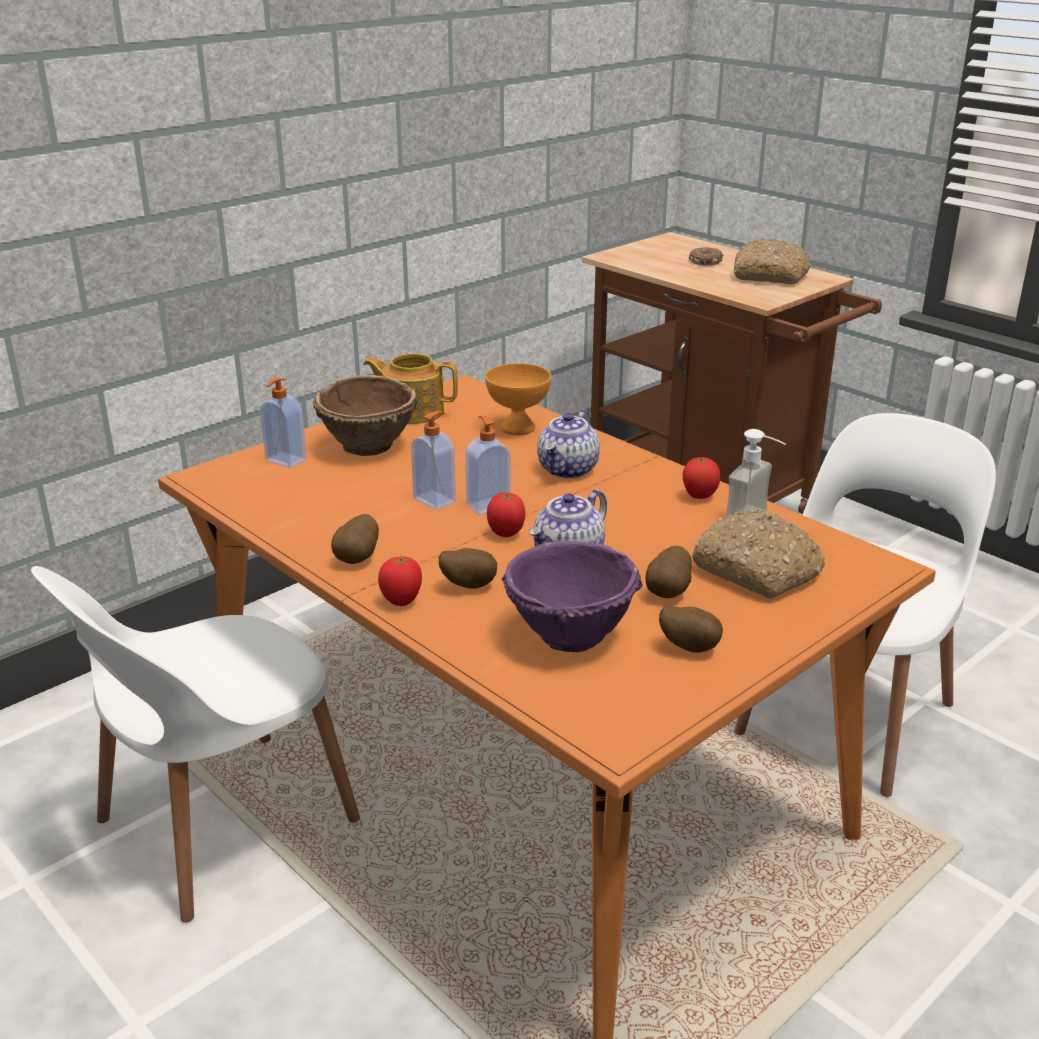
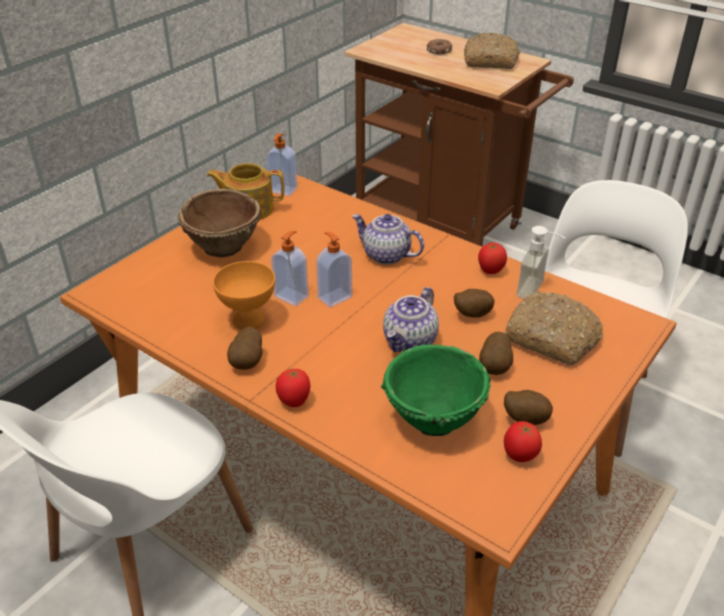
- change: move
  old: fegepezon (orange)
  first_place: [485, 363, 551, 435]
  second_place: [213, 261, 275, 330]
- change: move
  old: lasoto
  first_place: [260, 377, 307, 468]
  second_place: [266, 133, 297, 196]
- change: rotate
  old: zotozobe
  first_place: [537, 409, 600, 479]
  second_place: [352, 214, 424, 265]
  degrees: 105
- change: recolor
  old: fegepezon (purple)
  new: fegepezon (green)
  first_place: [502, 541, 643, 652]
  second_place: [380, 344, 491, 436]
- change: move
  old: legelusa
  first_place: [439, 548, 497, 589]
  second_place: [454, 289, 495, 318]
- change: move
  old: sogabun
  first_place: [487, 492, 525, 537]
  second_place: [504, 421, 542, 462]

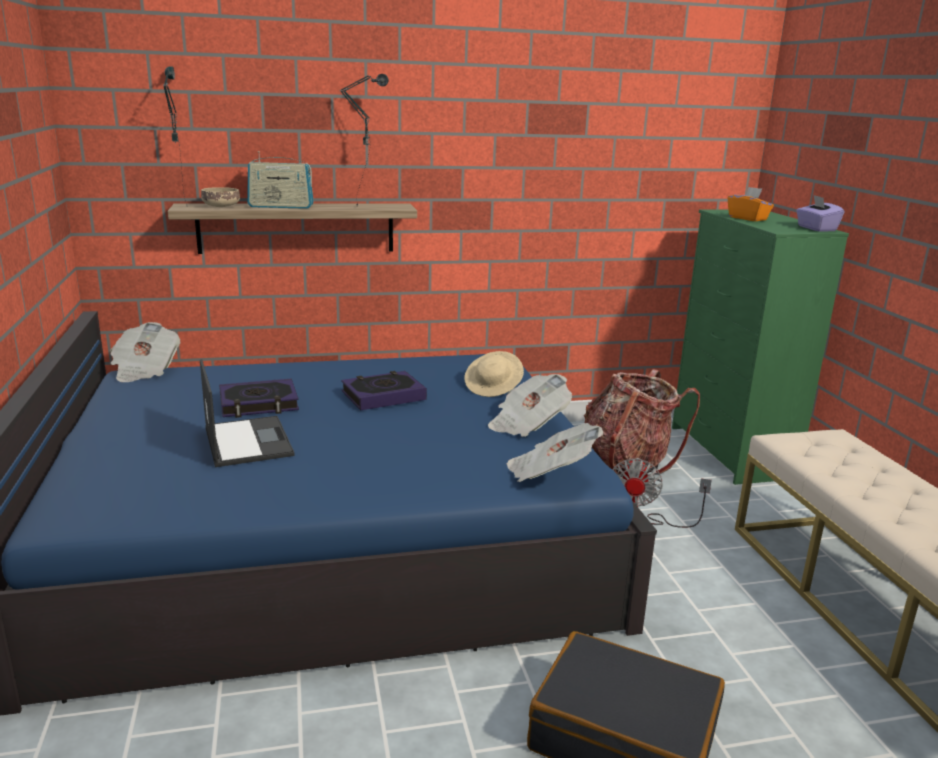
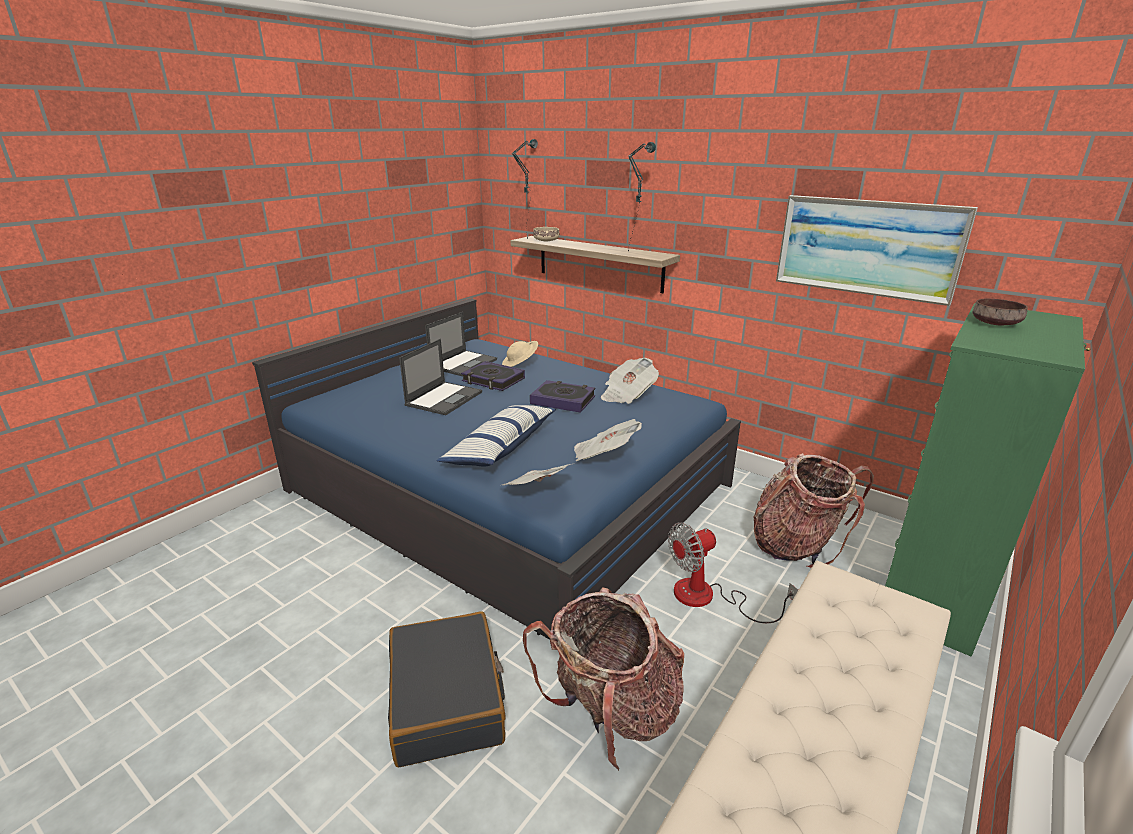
- change: insert
  new: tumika
  second_place: [425, 312, 497, 377]
- change: insert
  new: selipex
  second_place: [437, 405, 556, 467]
- change: move
  old: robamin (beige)
  first_place: [464, 351, 524, 397]
  second_place: [502, 341, 538, 367]
- change: insert
  new: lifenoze
  second_place: [523, 587, 684, 771]
- change: move
  old: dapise
  first_place: [110, 322, 180, 382]
  second_place: [601, 358, 659, 404]
- change: insert
  new: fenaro
  second_place: [776, 195, 978, 306]
- change: replace
  old: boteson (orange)
  new: fegepezon (brown)
  first_place: [728, 187, 774, 221]
  second_place: [973, 299, 1028, 325]
- change: delete
  old: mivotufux
  first_place: [247, 151, 314, 209]
- change: delete
  old: boteson (purple)
  first_place: [796, 195, 844, 231]

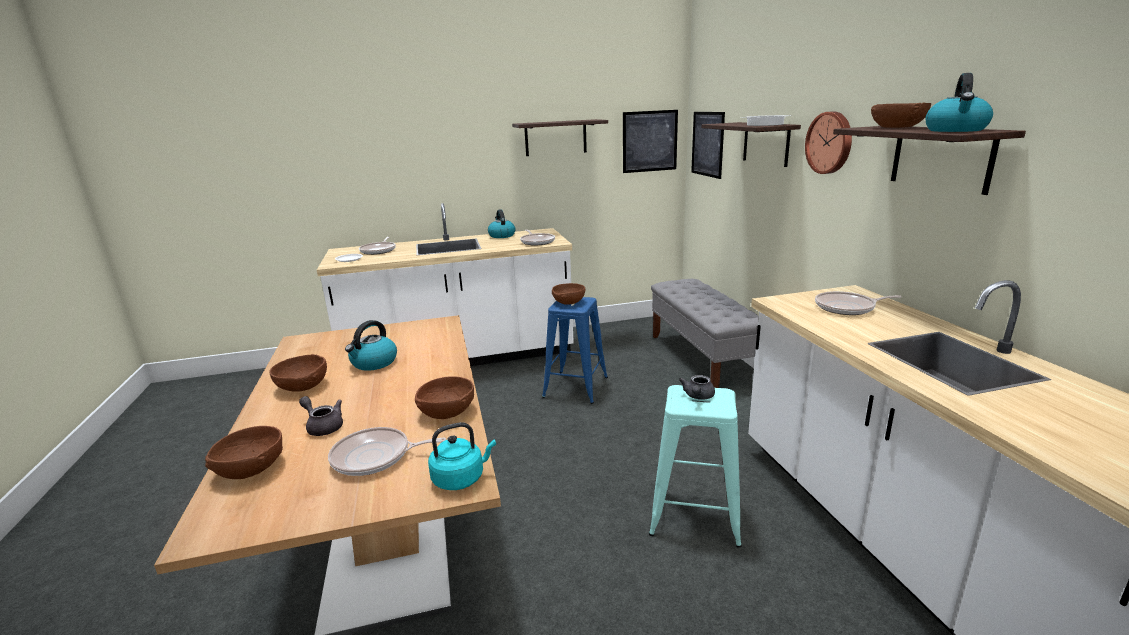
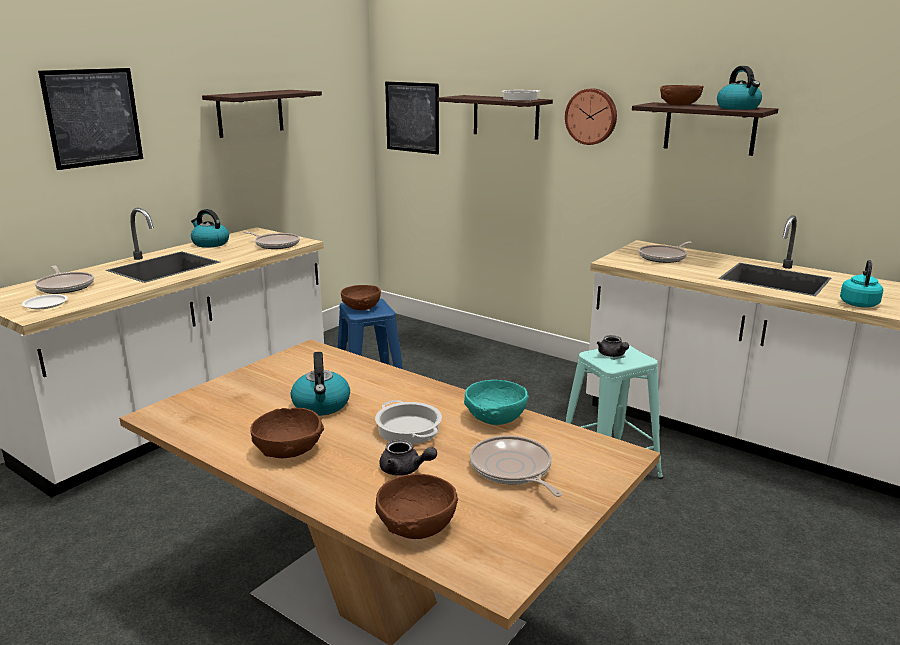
- change: move
  old: fenaro
  first_place: [623, 110, 678, 173]
  second_place: [38, 68, 143, 170]
- change: insert
  new: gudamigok
  second_place: [375, 400, 442, 444]
- change: rotate
  old: zotozobe (grey)
  first_place: [299, 396, 343, 436]
  second_place: [379, 440, 437, 476]
  degrees: -150
- change: recolor
  old: fegepezon (brown)
  new: fegepezon (turquoise)
  first_place: [415, 376, 474, 419]
  second_place: [464, 380, 528, 425]
- change: rotate
  old: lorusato
  first_place: [328, 427, 446, 476]
  second_place: [470, 436, 562, 497]
  degrees: 105
- change: move
  old: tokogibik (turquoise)
  first_place: [428, 422, 496, 490]
  second_place: [840, 260, 883, 307]
- change: delete
  old: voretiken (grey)
  first_place: [651, 279, 759, 388]

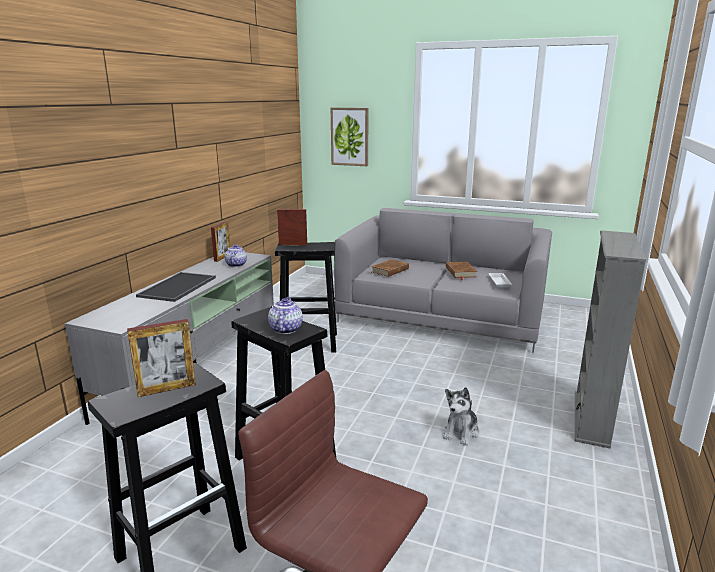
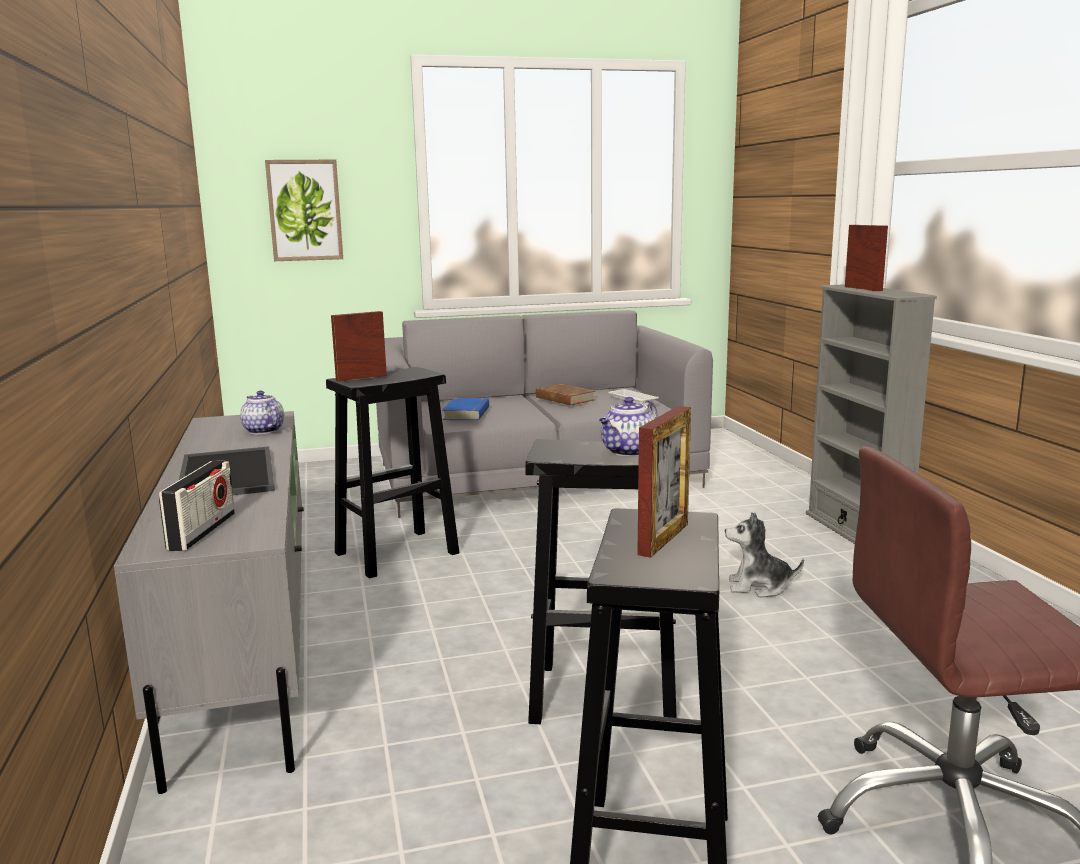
- change: insert
  new: mivotufux
  second_place: [159, 461, 235, 551]
- change: recolor
  old: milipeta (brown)
  new: milipeta (blue)
  first_place: [371, 259, 409, 277]
  second_place: [443, 398, 489, 420]
- change: rotate
  old: zotozobe
  first_place: [268, 297, 303, 334]
  second_place: [599, 397, 657, 457]
  degrees: -105
- change: rotate
  old: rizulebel
  first_place: [443, 387, 479, 446]
  second_place: [725, 512, 804, 597]
  degrees: 105
- change: move
  old: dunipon
  first_place: [211, 222, 230, 262]
  second_place: [845, 225, 888, 291]

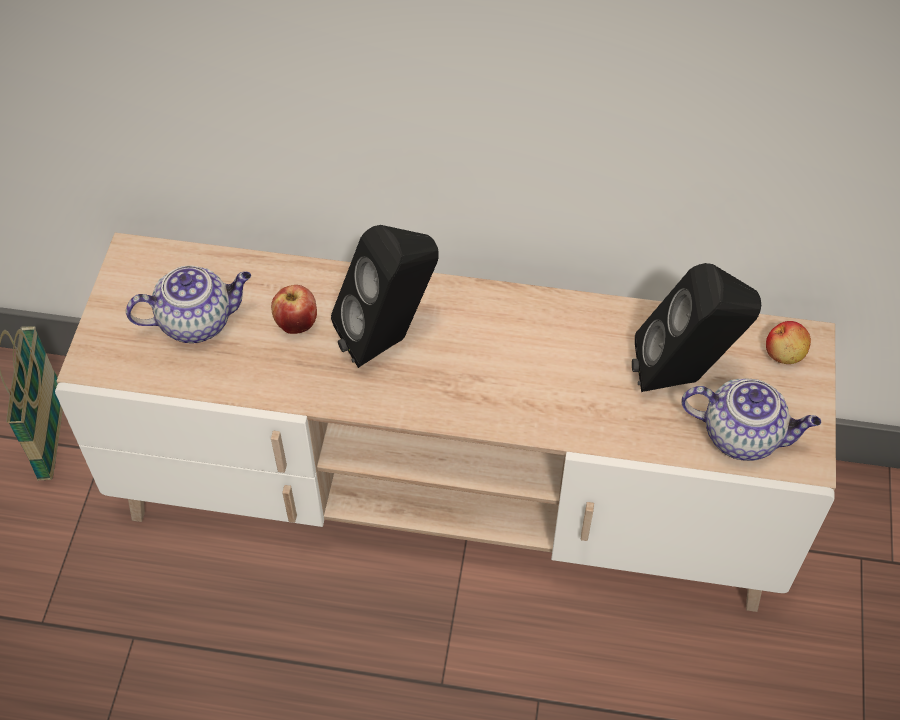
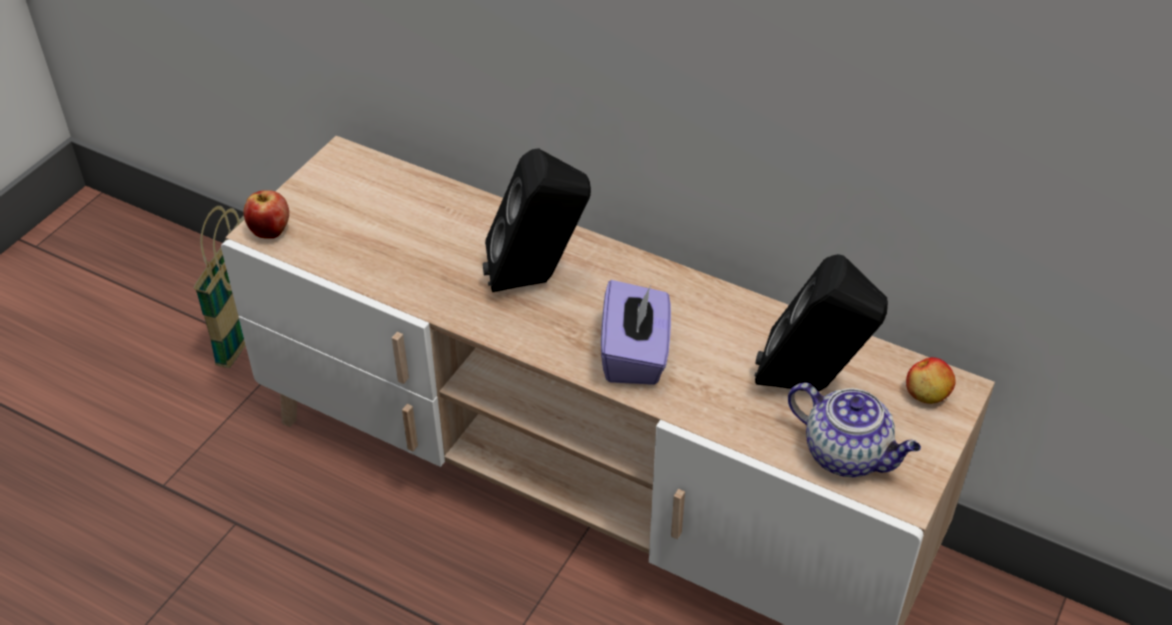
- change: move
  old: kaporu
  first_place: [271, 285, 317, 334]
  second_place: [243, 190, 289, 239]
- change: insert
  new: boteson (purple)
  second_place: [601, 280, 671, 385]
- change: delete
  old: zotozobe
  first_place: [126, 265, 251, 343]

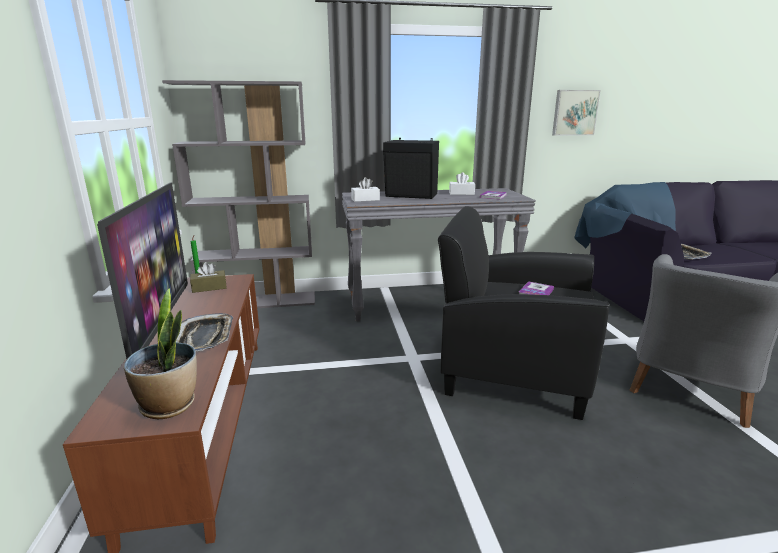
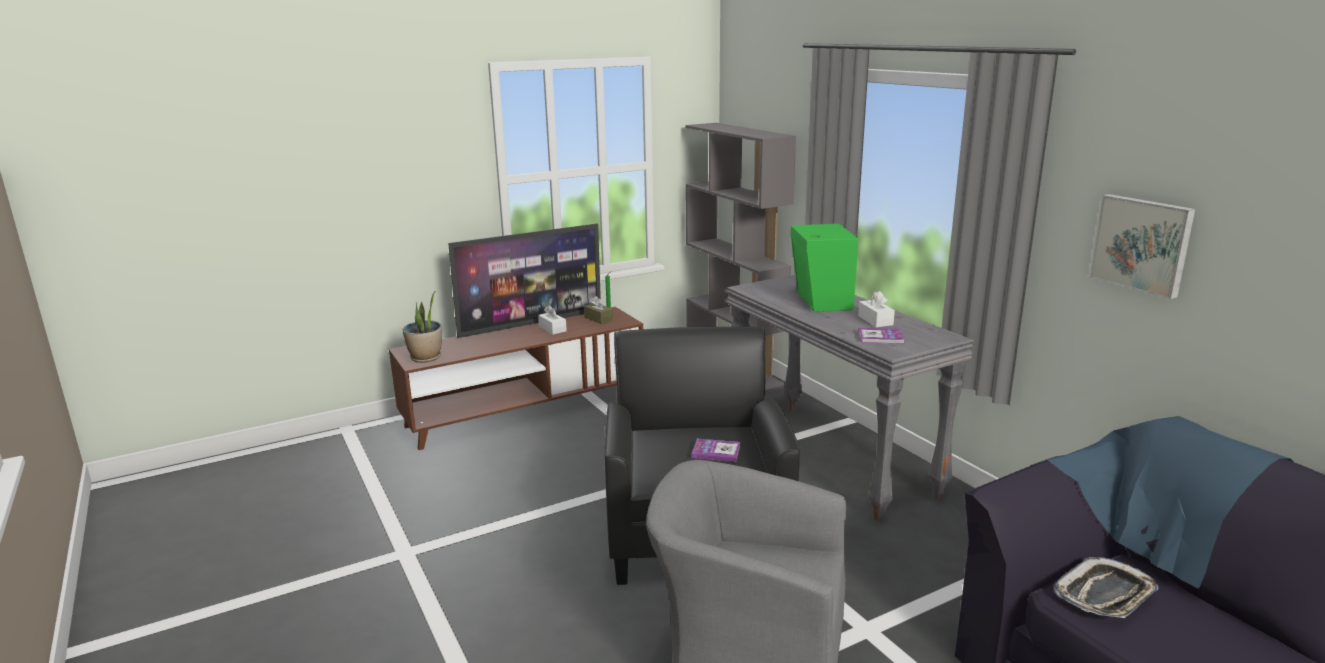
- change: move
  old: boteson (white)
  first_place: [351, 177, 380, 202]
  second_place: [538, 305, 567, 335]
- change: recolor
  old: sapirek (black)
  new: sapirek (green)
  first_place: [383, 138, 439, 199]
  second_place: [790, 223, 858, 312]
- change: delete
  old: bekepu
  first_place: [176, 313, 233, 352]

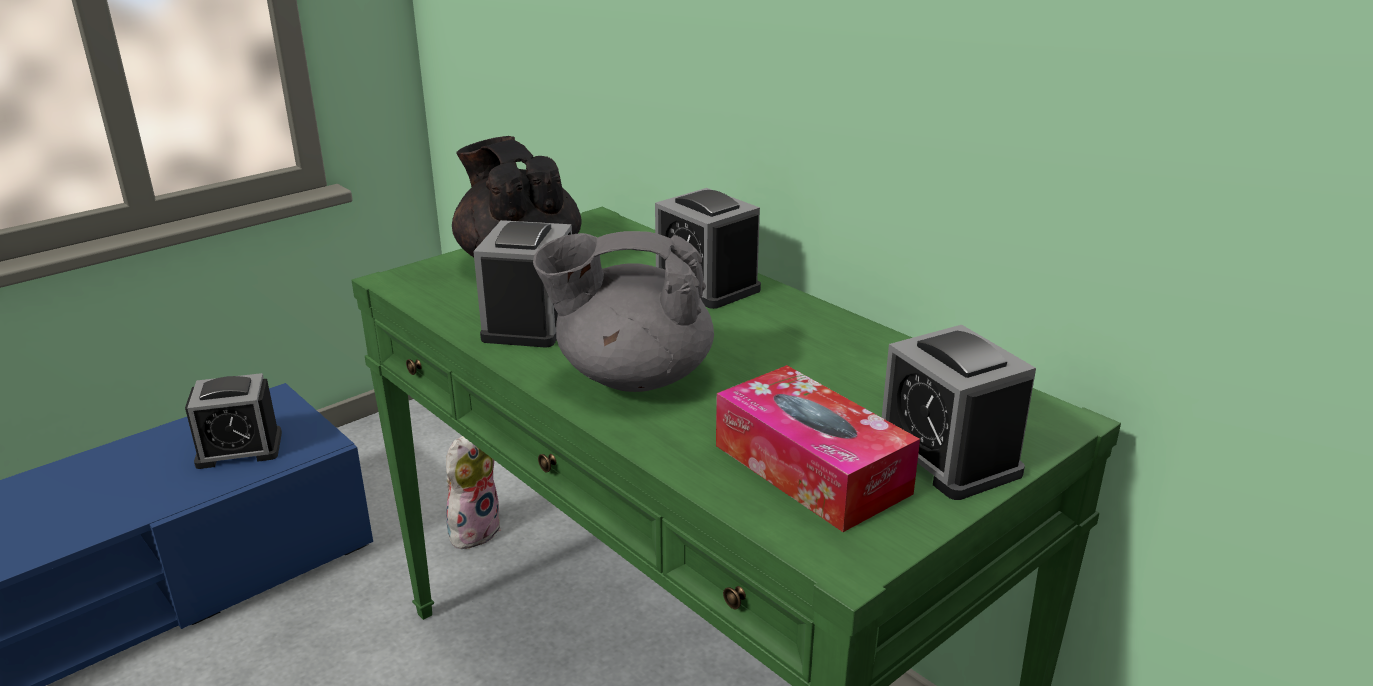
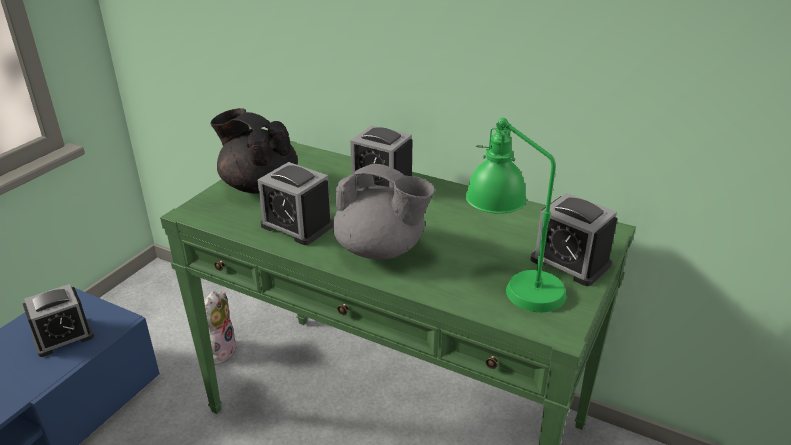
- change: rotate
  old: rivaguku
  first_place: [473, 220, 572, 348]
  second_place: [258, 162, 333, 245]
  degrees: -45
- change: rotate
  old: zotozobe (grey)
  first_place: [533, 231, 714, 392]
  second_place: [333, 164, 435, 260]
  degrees: -135
- change: replace
  old: boteson
  new: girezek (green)
  first_place: [716, 365, 920, 532]
  second_place: [465, 118, 566, 312]

